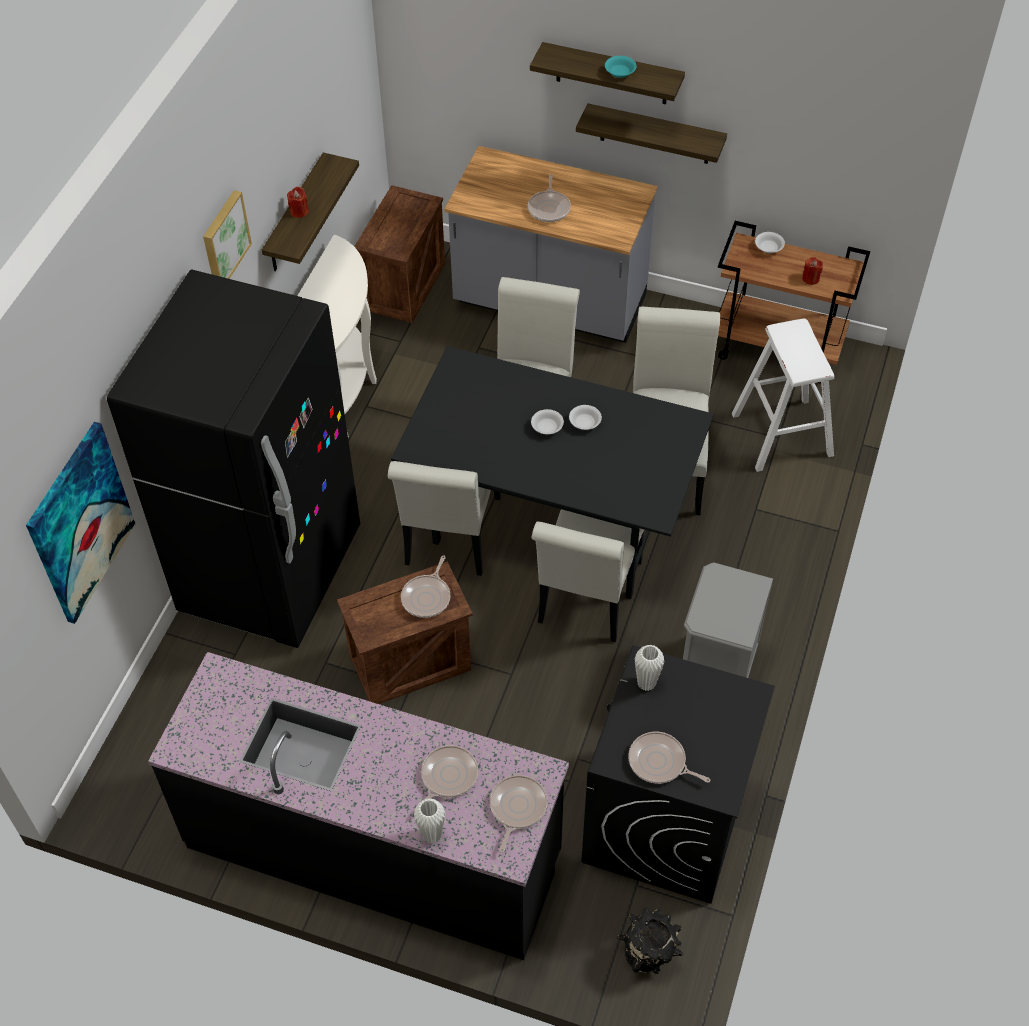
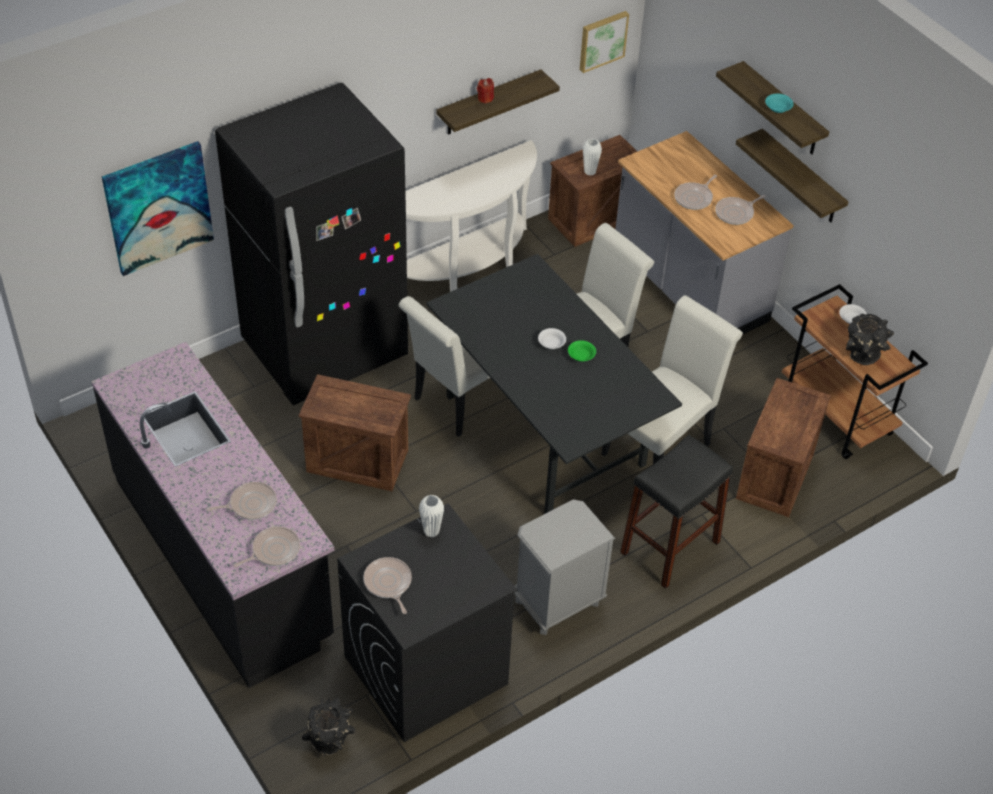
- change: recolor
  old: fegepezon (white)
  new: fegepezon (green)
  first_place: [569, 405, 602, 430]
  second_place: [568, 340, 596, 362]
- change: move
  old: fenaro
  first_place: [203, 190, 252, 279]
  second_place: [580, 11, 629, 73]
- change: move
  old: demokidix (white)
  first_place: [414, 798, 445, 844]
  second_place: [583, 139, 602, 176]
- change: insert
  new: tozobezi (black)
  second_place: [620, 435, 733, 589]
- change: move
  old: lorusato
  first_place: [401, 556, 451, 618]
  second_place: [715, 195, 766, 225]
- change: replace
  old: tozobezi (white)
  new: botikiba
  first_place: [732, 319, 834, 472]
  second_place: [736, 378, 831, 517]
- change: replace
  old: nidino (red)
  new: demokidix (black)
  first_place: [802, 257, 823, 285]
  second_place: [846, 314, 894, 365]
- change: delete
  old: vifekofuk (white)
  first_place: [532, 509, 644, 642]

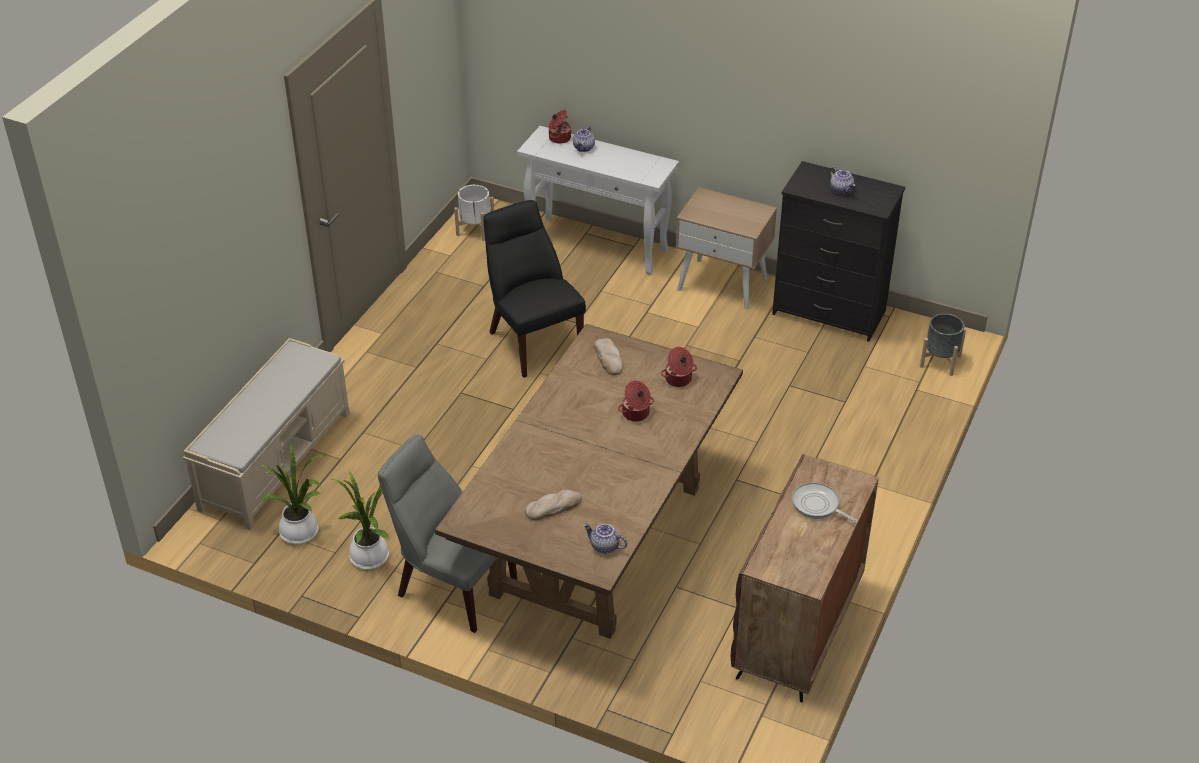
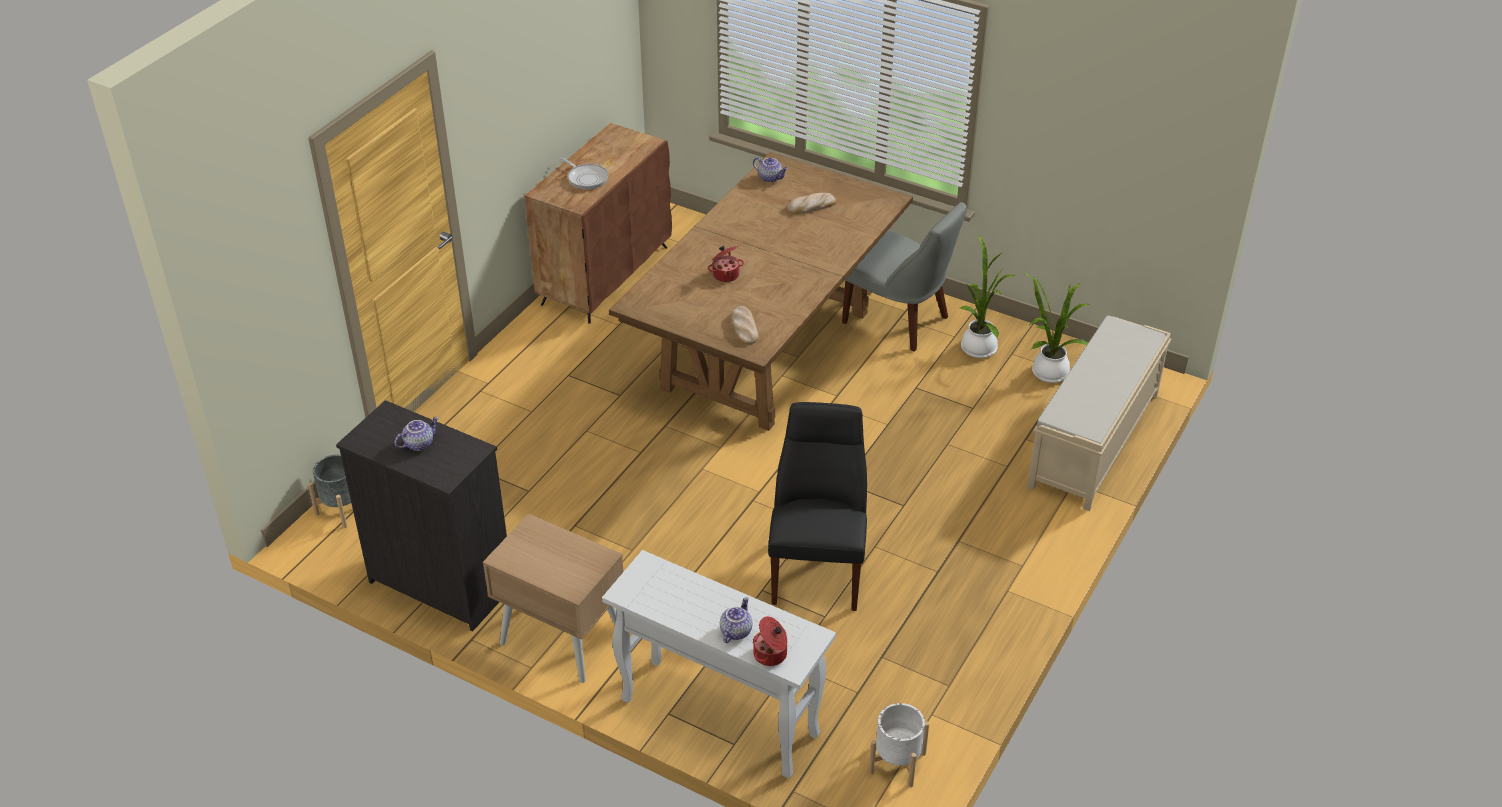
- change: rotate
  old: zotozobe
  first_place: [830, 167, 855, 194]
  second_place: [395, 417, 439, 451]
  degrees: 75
- change: rotate
  old: vifekofuk (black)
  first_place: [483, 200, 586, 378]
  second_place: [768, 402, 867, 611]
  degrees: -150
- change: delete
  old: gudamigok
  first_place: [661, 347, 697, 387]

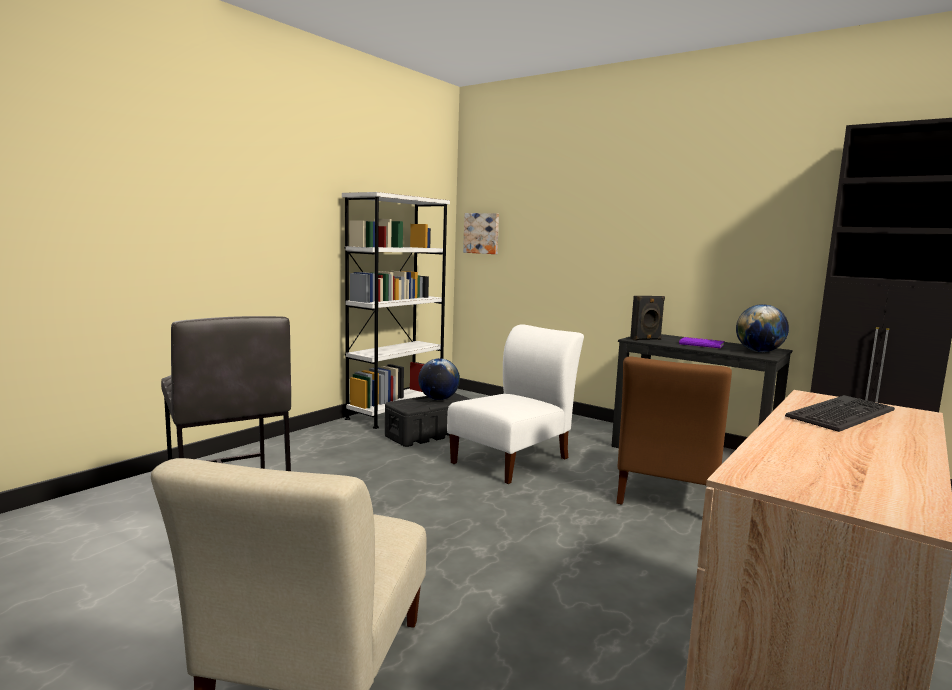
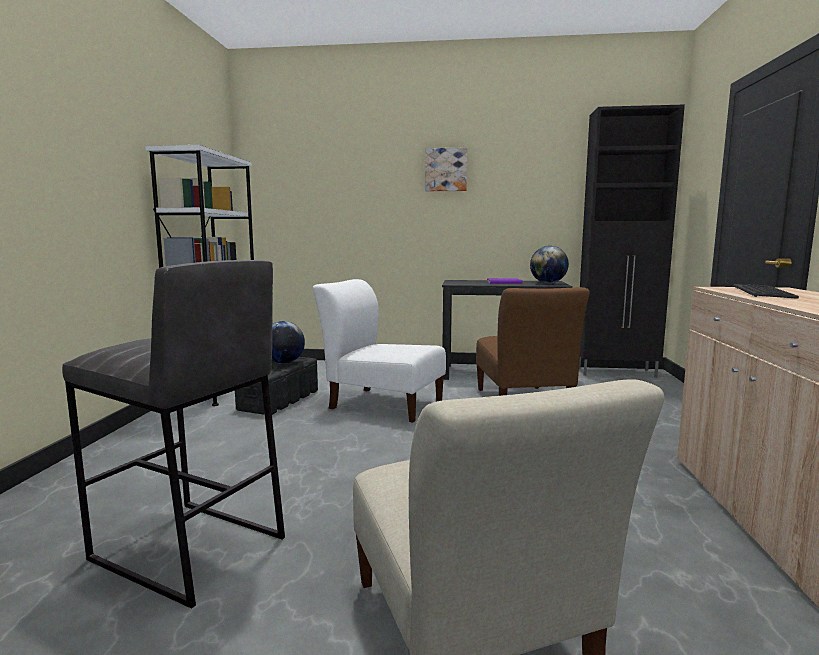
- change: rotate
  old: vifekofuk (white)
  first_place: [447, 324, 584, 484]
  second_place: [313, 279, 446, 423]
  degrees: -75
- change: move
  old: fenaro
  first_place: [463, 213, 499, 254]
  second_place: [425, 147, 467, 191]
- change: delete
  old: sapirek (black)
  first_place: [630, 296, 665, 340]

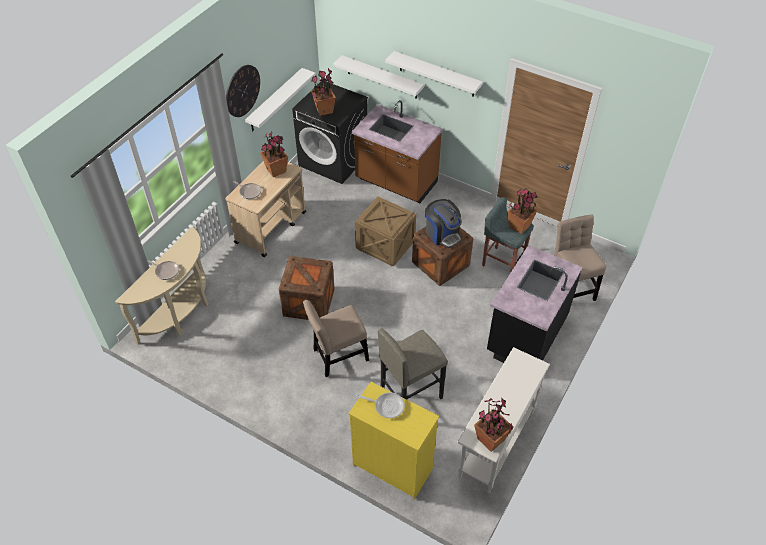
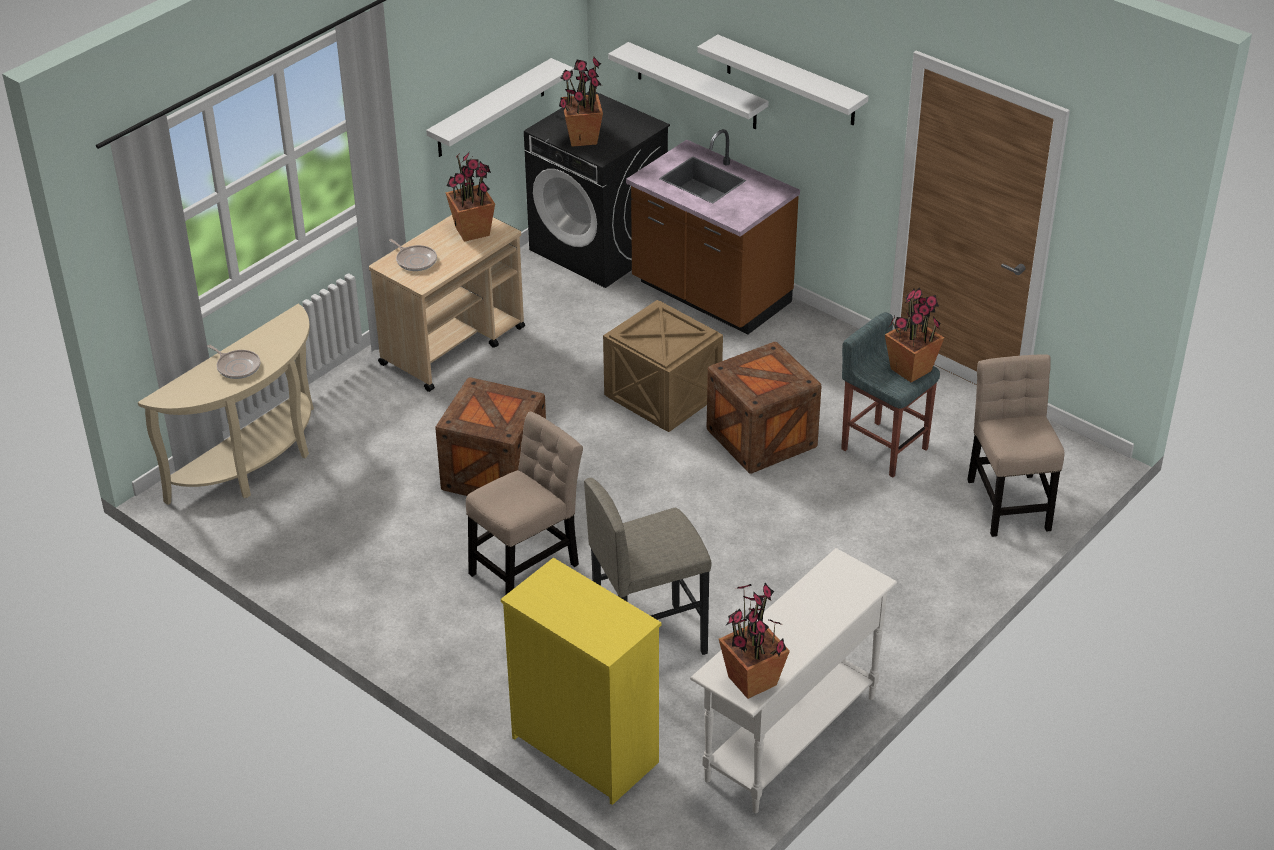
- change: rotate
  old: vifekofuk (beige)
  first_place: [303, 300, 369, 377]
  second_place: [466, 411, 583, 594]
  degrees: 150
- change: delete
  old: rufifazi
  first_place: [226, 65, 260, 117]
- change: delete
  old: lorusato
  first_place: [356, 392, 405, 418]
- change: delete
  old: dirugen
  first_place: [425, 199, 462, 248]
- change: delete
  old: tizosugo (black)
  first_place: [487, 245, 583, 363]

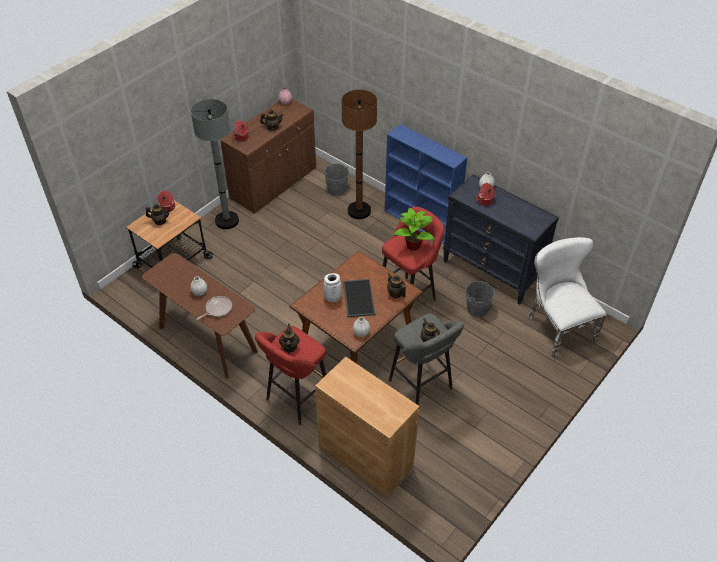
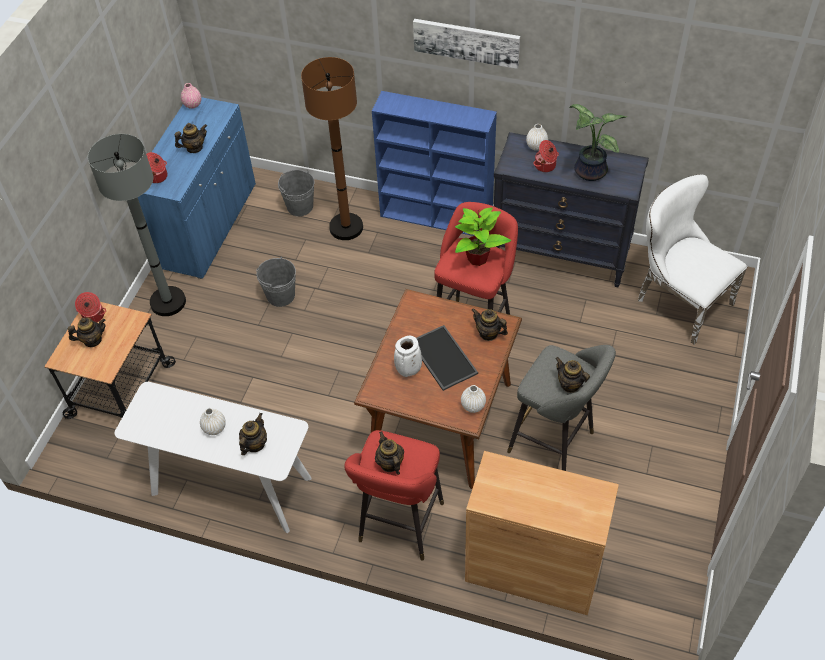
- change: recolor
  old: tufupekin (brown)
  new: tufupekin (white)
  first_place: [142, 253, 258, 379]
  second_place: [114, 382, 311, 533]
- change: recolor
  old: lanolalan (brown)
  new: lanolalan (blue)
  first_place: [220, 99, 316, 214]
  second_place: [138, 97, 256, 279]
- change: replace
  old: lorusato
  new: zotozobe
  first_place: [197, 296, 232, 320]
  second_place: [239, 413, 267, 455]
- change: move
  old: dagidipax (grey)
  first_place: [466, 281, 495, 317]
  second_place: [256, 257, 296, 307]
- change: insert
  new: fenaro
  second_place: [413, 19, 520, 69]
- change: insert
  new: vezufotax
  second_place: [570, 104, 627, 181]

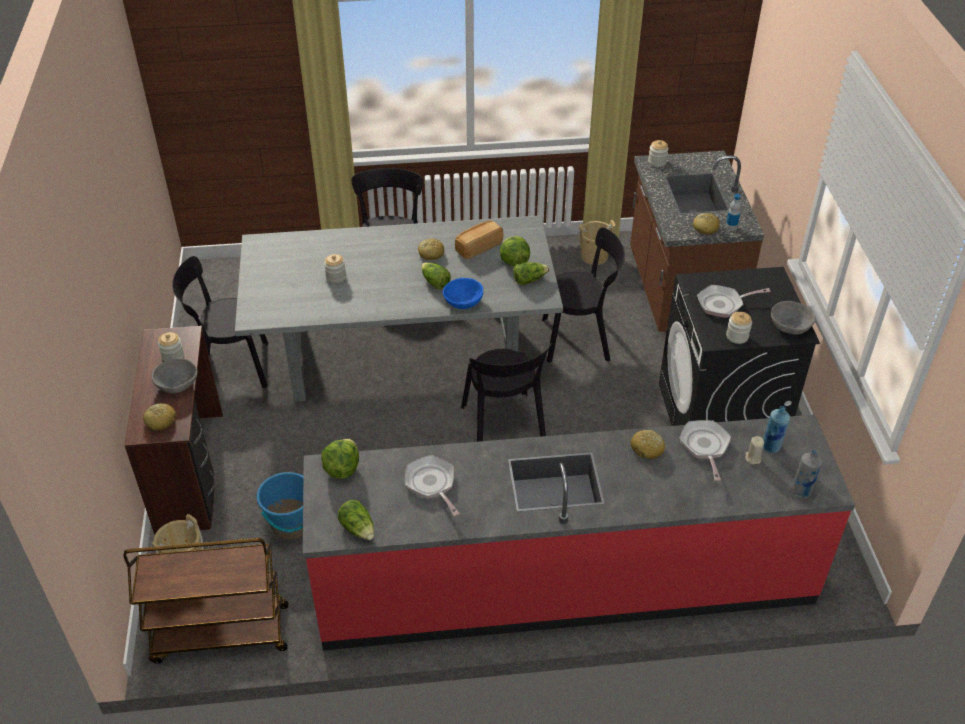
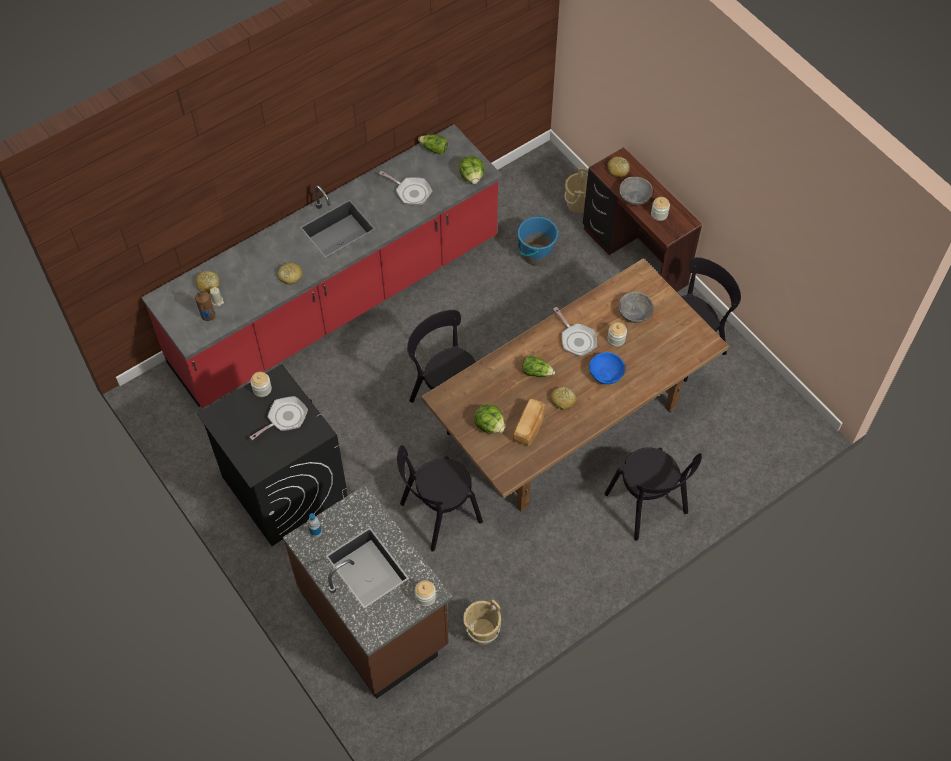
- change: recolor
  old: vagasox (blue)
  new: vagasox (brown)
  first_place: [763, 406, 790, 453]
  second_place: [195, 290, 215, 321]
- change: move
  old: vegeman
  first_place: [693, 213, 720, 234]
  second_place: [196, 271, 219, 293]
- change: recolor
  old: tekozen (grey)
  new: tekozen (brown)
  first_place: [235, 215, 563, 402]
  second_place: [422, 258, 729, 512]
- change: move
  old: lorusato
  first_place: [679, 420, 731, 481]
  second_place: [553, 307, 597, 357]
- change: move
  old: fegepezon (blue)
  first_place: [443, 278, 483, 309]
  second_place: [589, 352, 625, 384]
- change: move
  old: fegepezon (grey)
  first_place: [771, 301, 815, 334]
  second_place: [619, 292, 654, 323]
- change: delete
  old: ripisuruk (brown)
  first_place: [124, 538, 288, 664]
- change: delete
  old: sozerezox
  first_place: [513, 262, 550, 285]
- change: delete
  old: vagasox (grey)
  first_place: [792, 450, 822, 498]

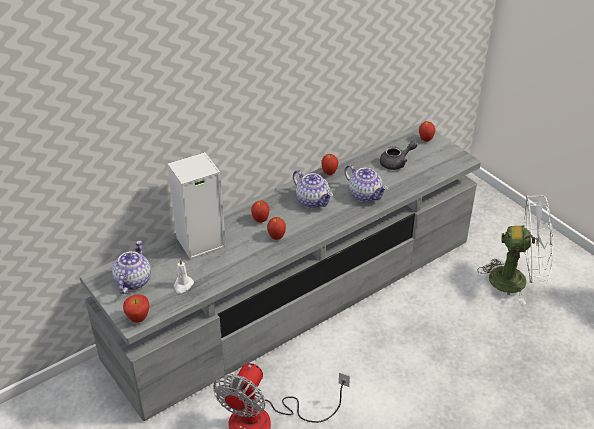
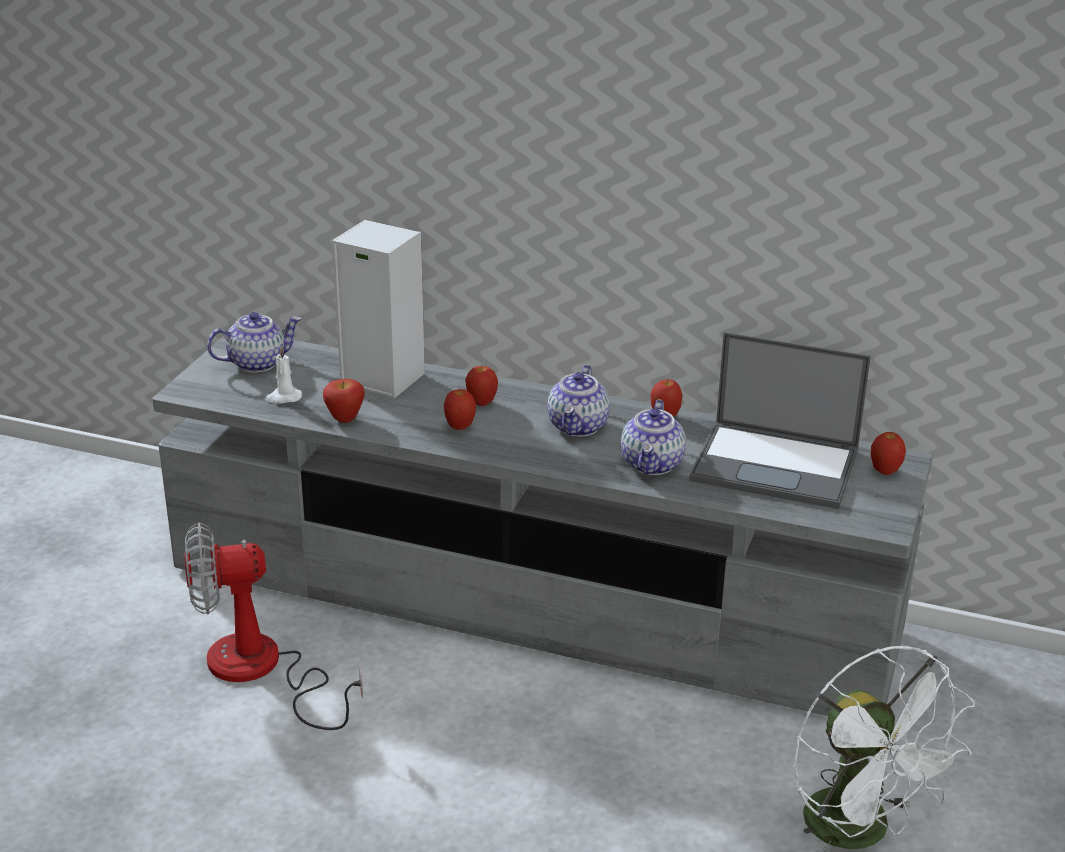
- change: move
  old: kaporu
  first_place: [123, 294, 149, 323]
  second_place: [323, 379, 365, 423]
- change: replace
  old: zotozobe (grey)
  new: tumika
  first_place: [380, 141, 418, 170]
  second_place: [689, 332, 871, 509]

